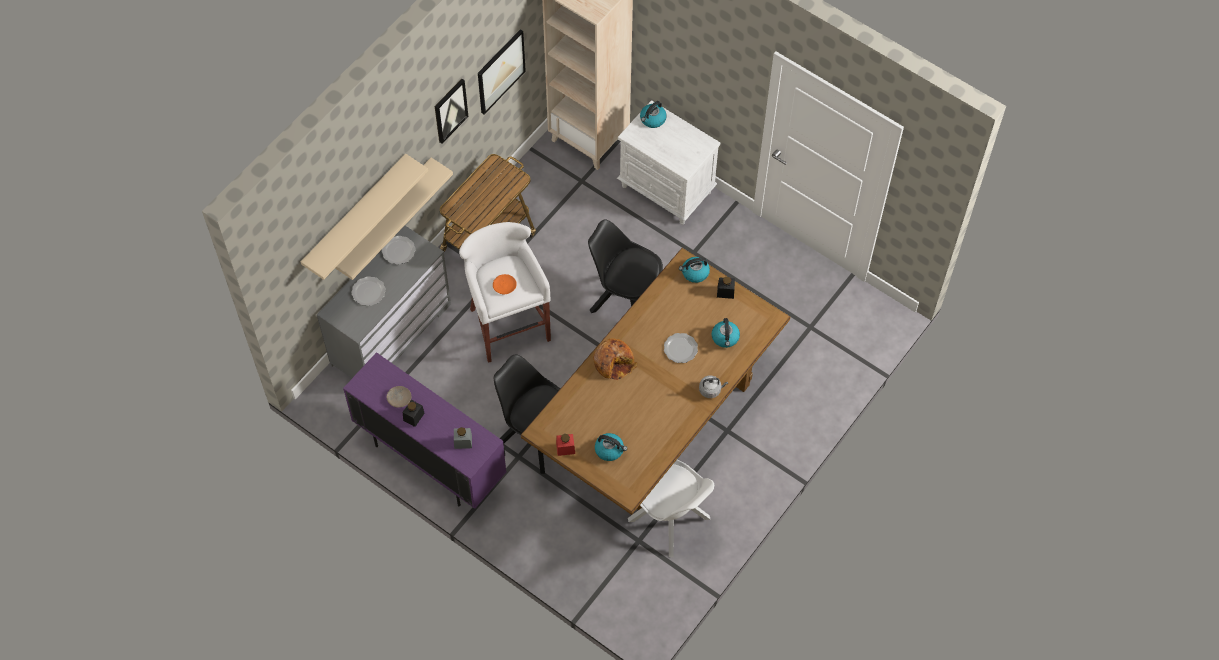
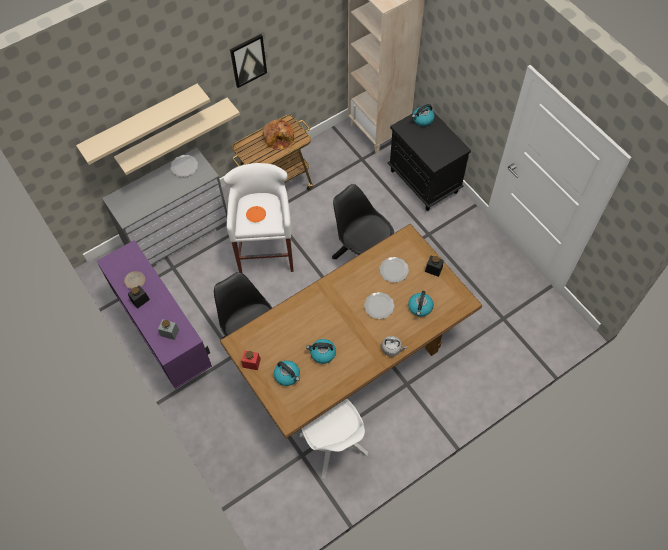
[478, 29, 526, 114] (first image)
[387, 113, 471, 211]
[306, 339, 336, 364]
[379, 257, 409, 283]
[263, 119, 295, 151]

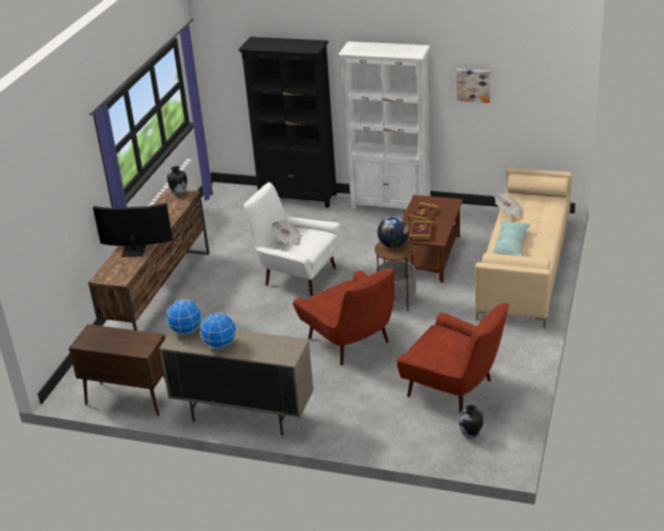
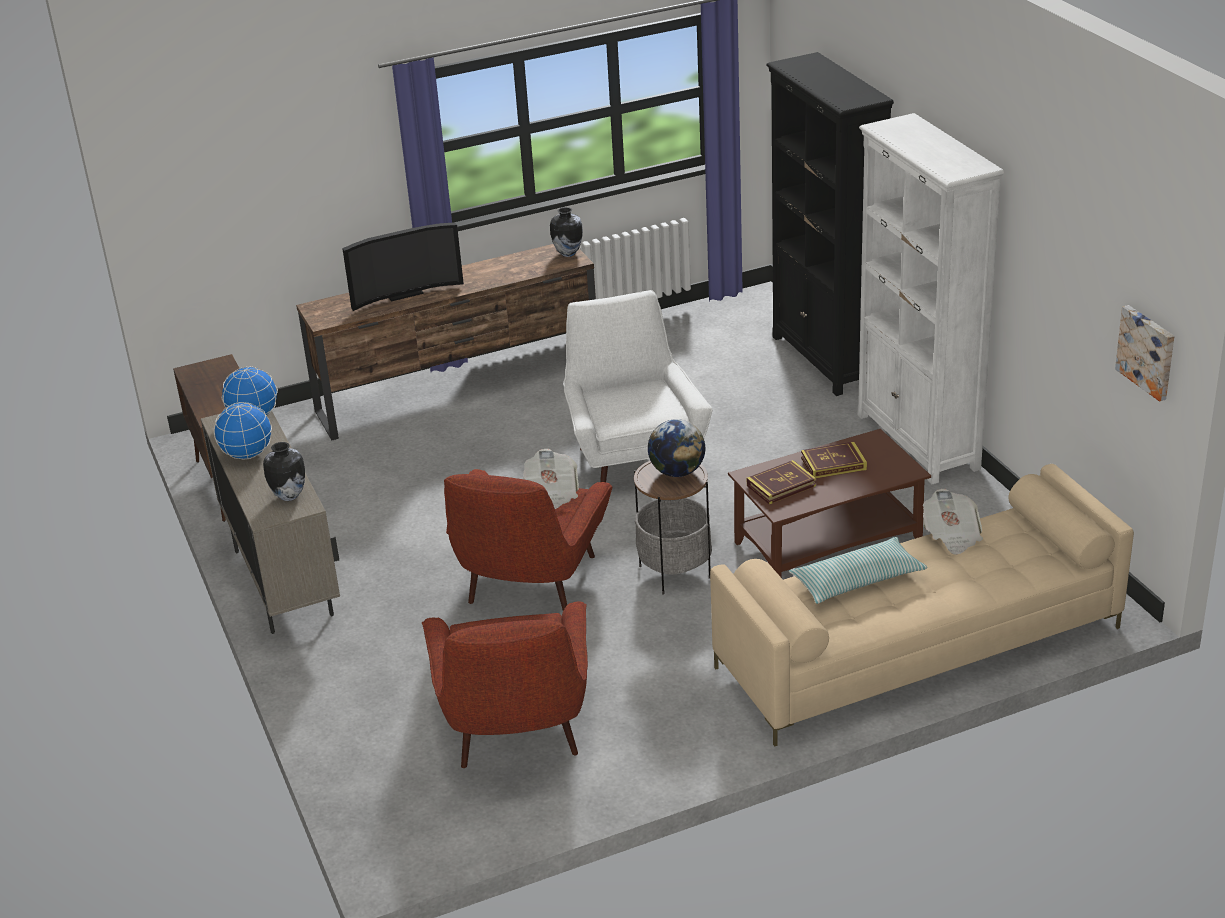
[1115, 305, 1174, 402]
[342, 222, 464, 311]
[523, 449, 579, 509]
[263, 442, 305, 501]

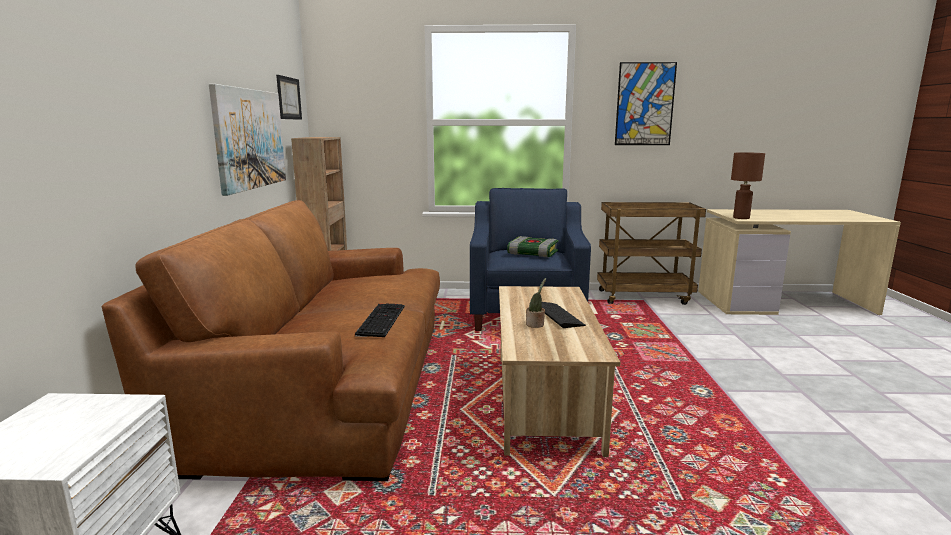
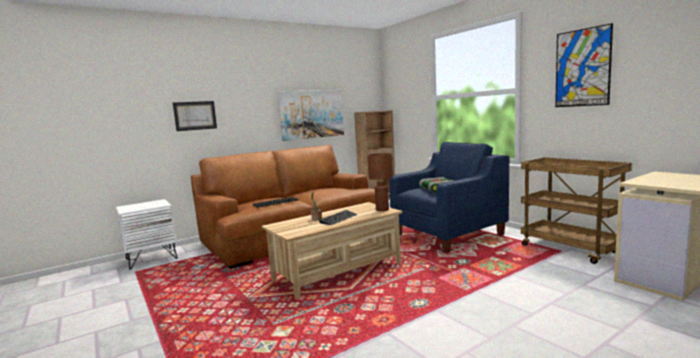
[173, 101, 217, 131]
[367, 153, 393, 211]

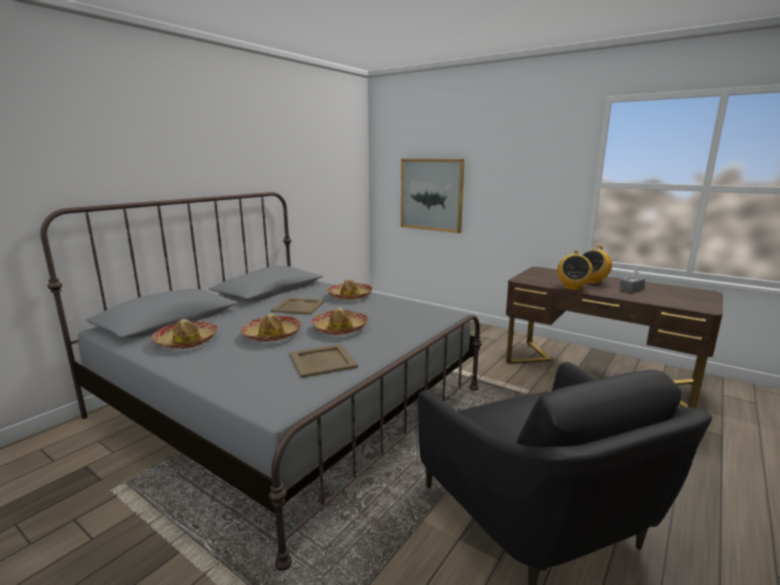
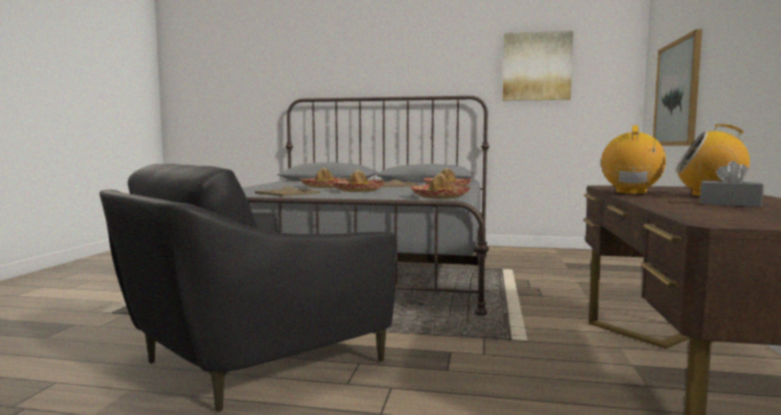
[601, 125, 666, 195]
[410, 174, 471, 199]
[502, 31, 573, 101]

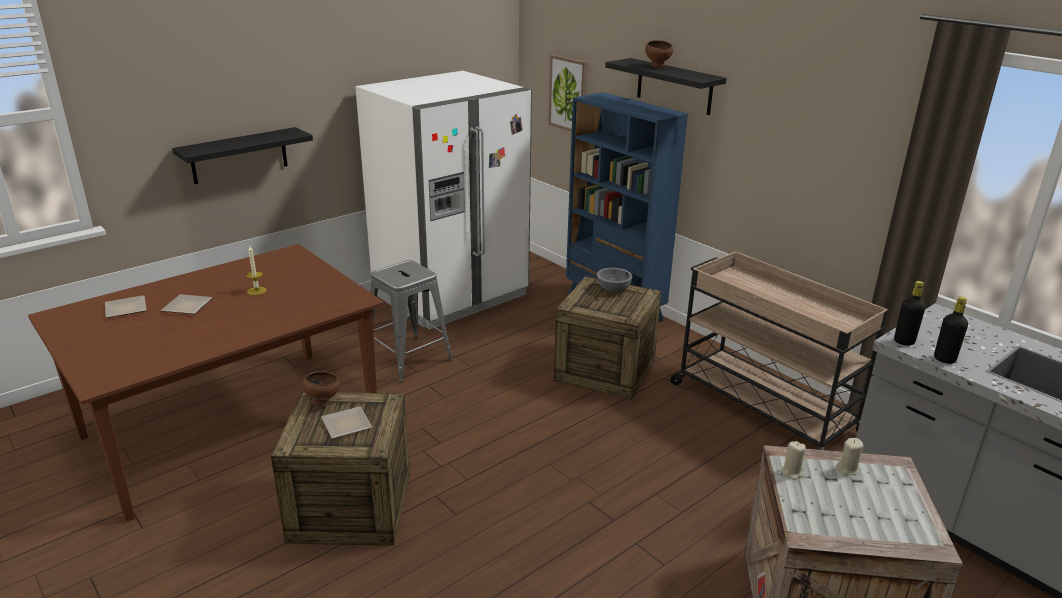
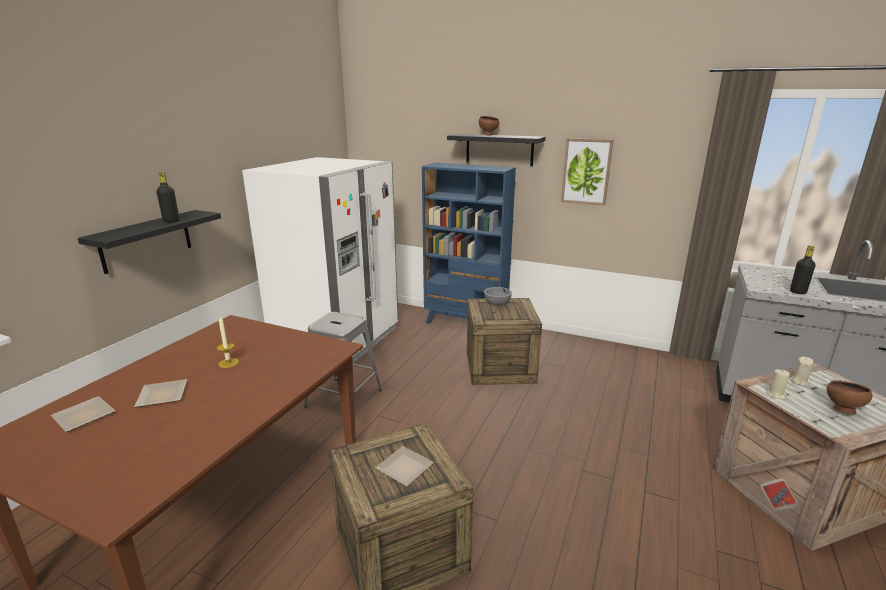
[561, 138, 613, 206]
[670, 251, 888, 450] (first image)
[156, 172, 179, 223]
[827, 380, 872, 415]

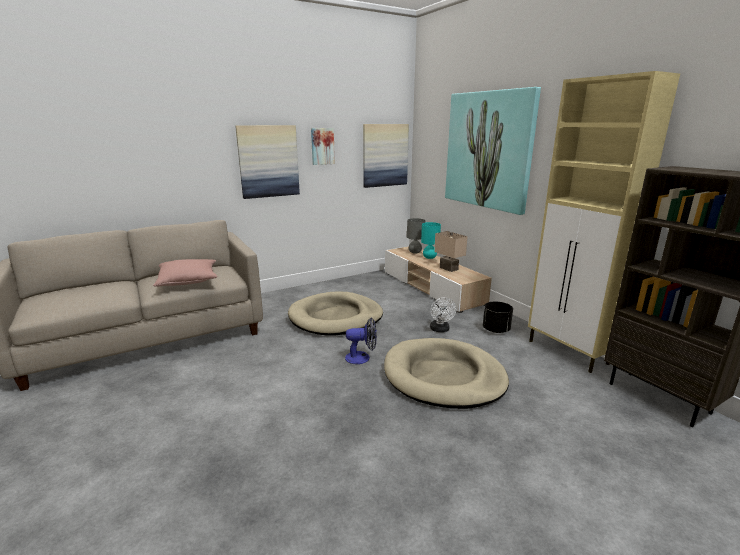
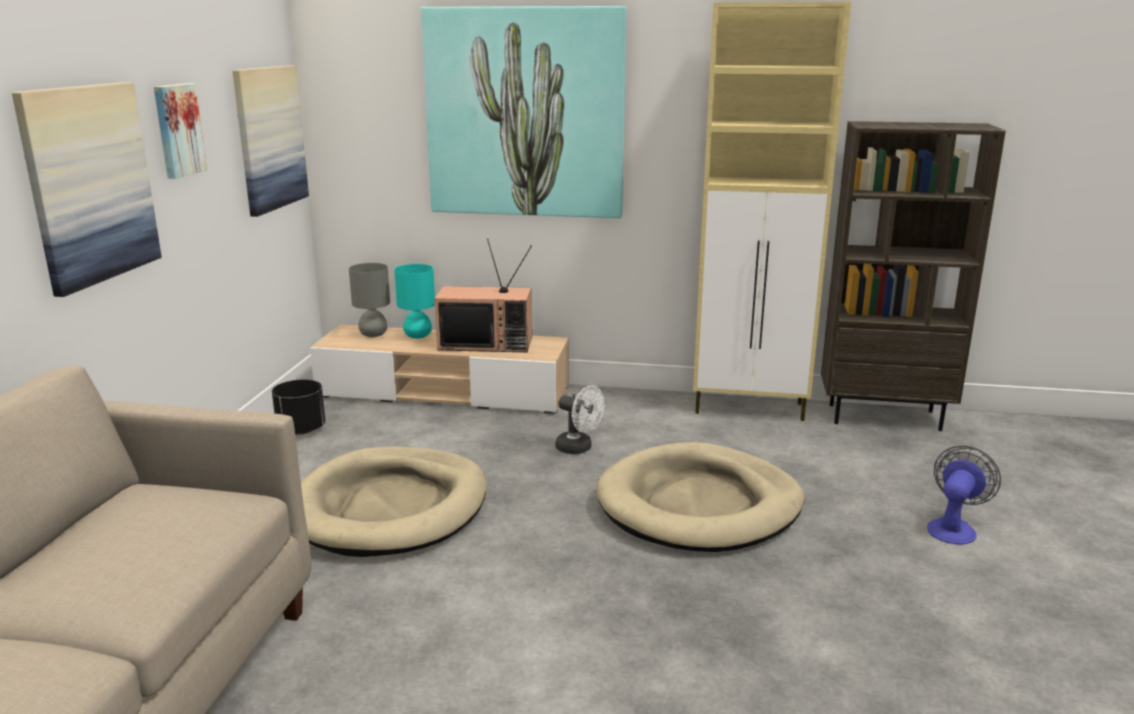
[434, 239, 532, 352]
[153, 259, 217, 287] (first image)
[272, 380, 325, 435]
[927, 446, 1001, 545]

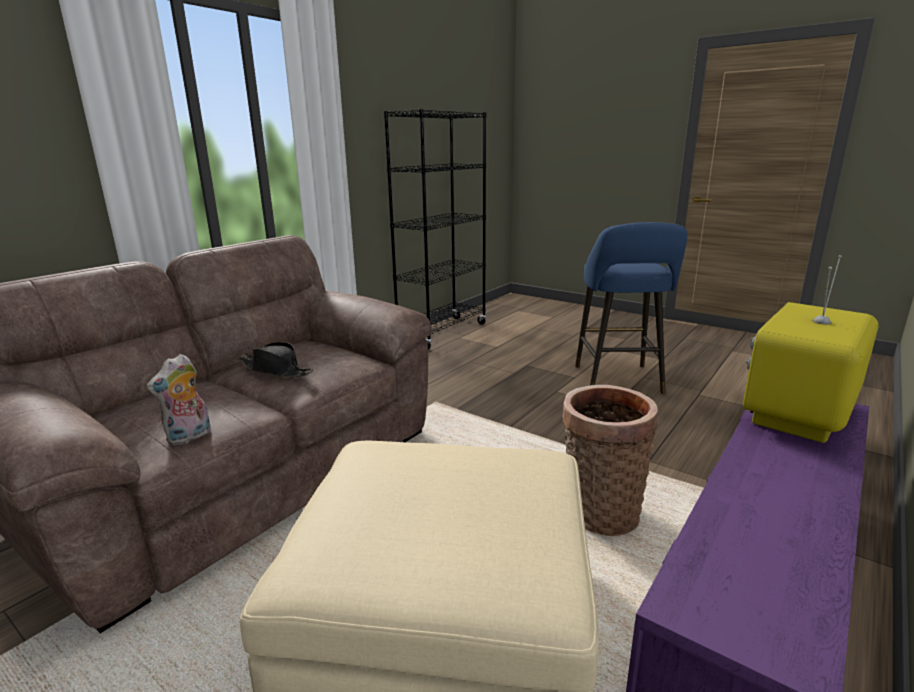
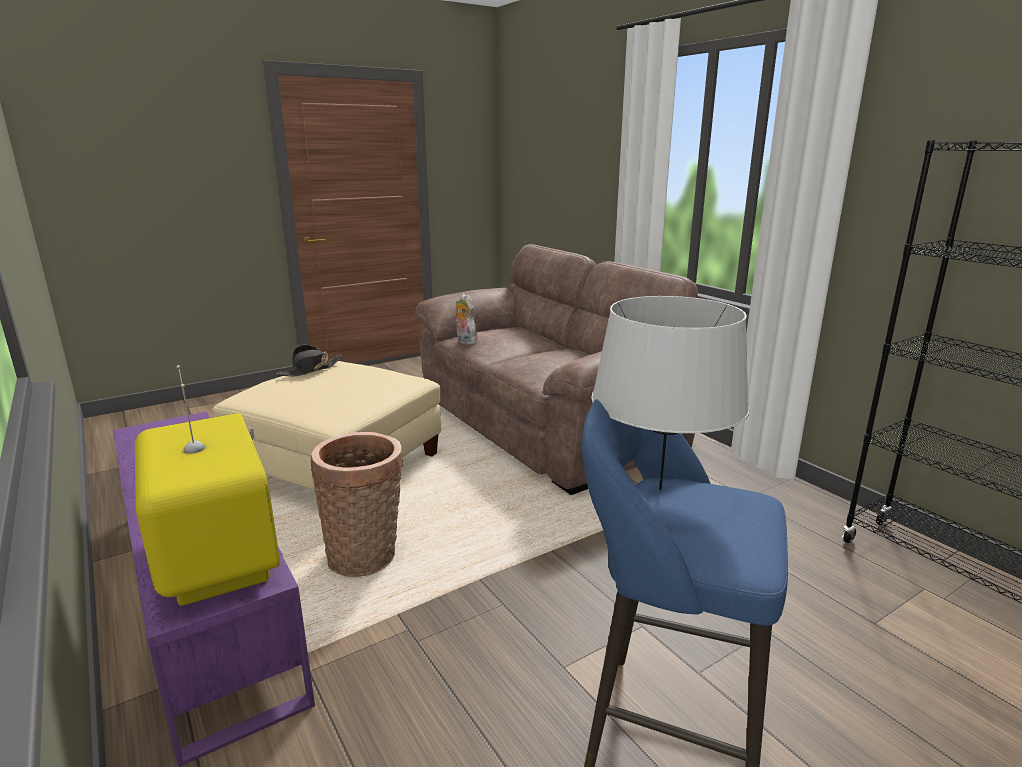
[276, 345, 342, 376]
[591, 296, 749, 491]

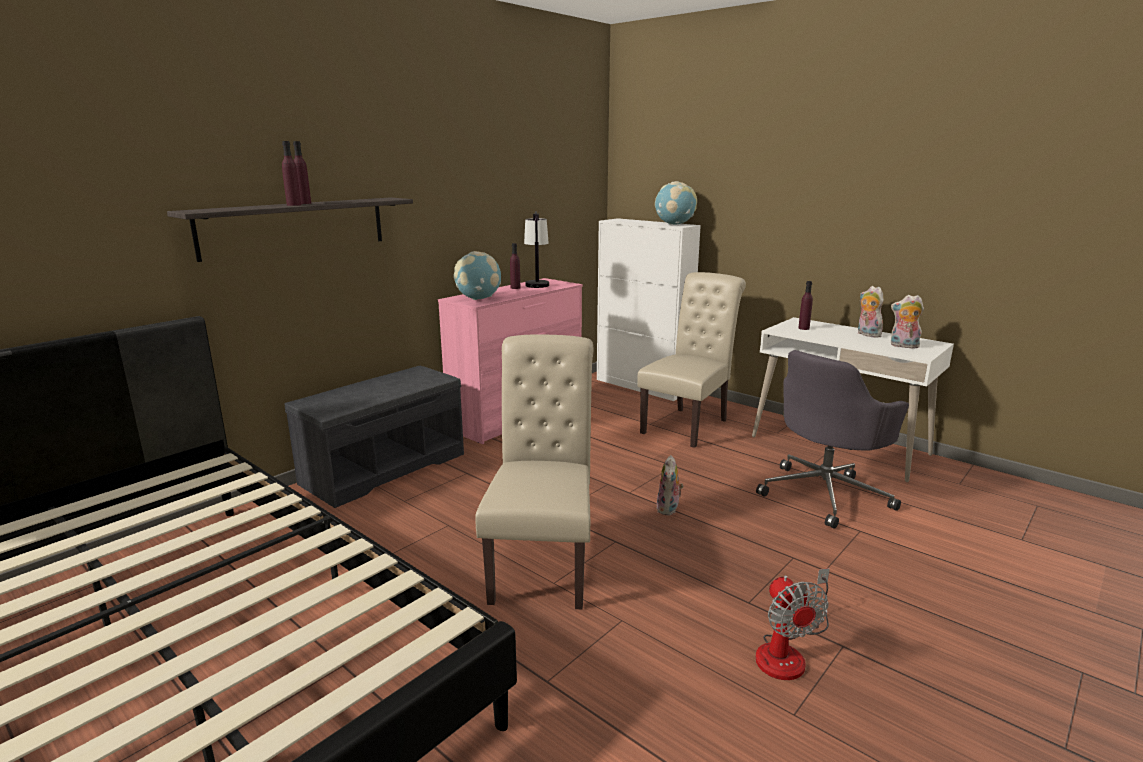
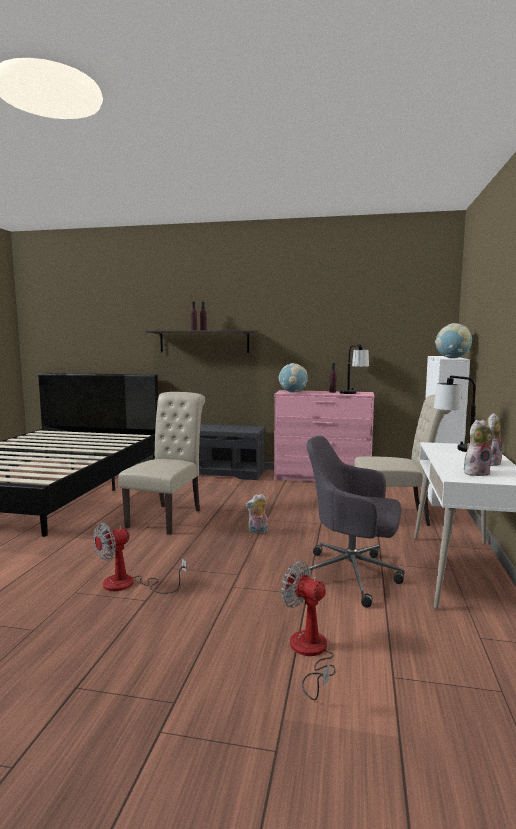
[434, 375, 476, 452]
[464, 420, 494, 476]
[118, 392, 205, 535]
[281, 561, 336, 700]

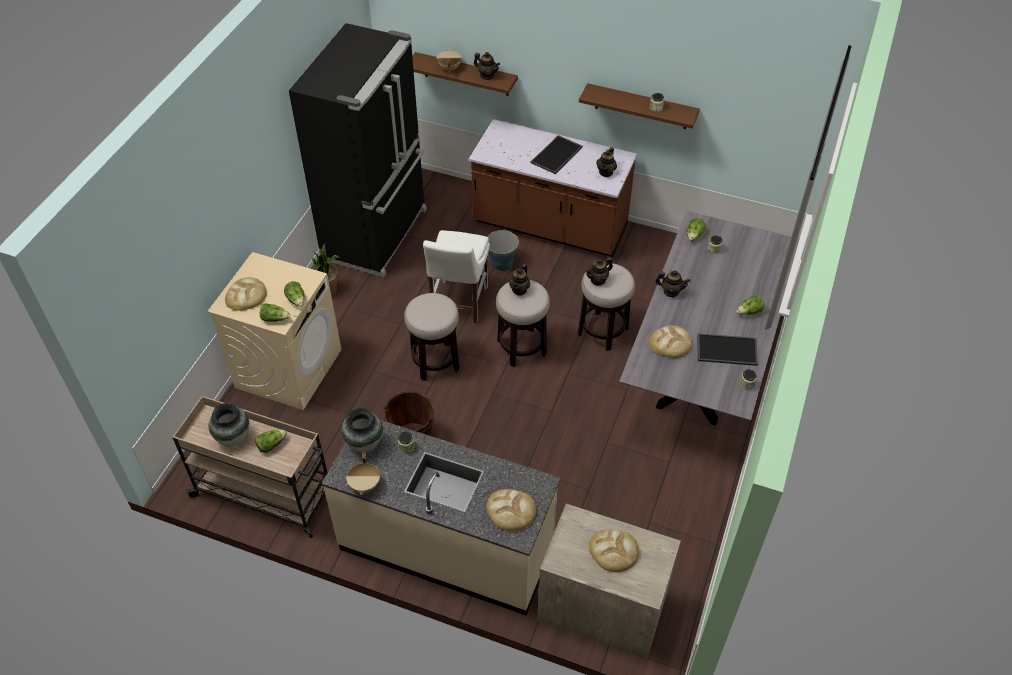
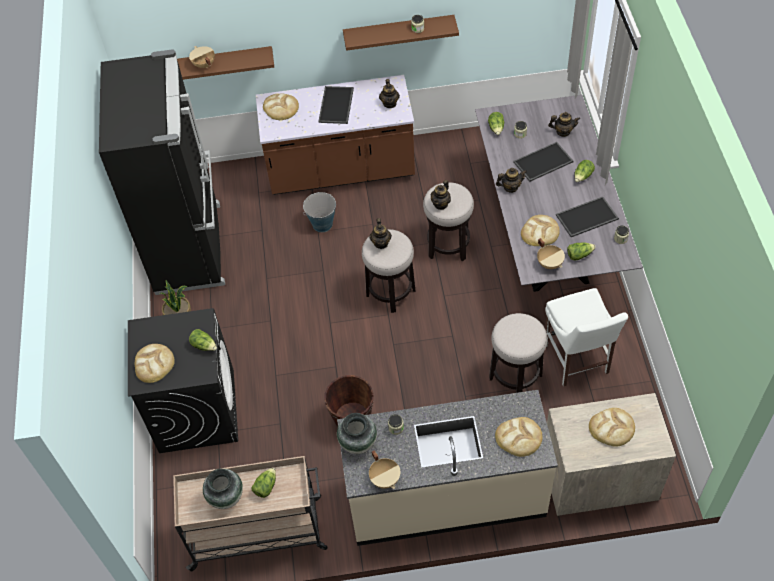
[548, 112, 580, 137]
[545, 288, 628, 387]
[128, 308, 238, 453]
[489, 313, 547, 393]
[567, 242, 596, 260]
[263, 94, 299, 120]
[513, 142, 574, 182]
[537, 238, 565, 269]

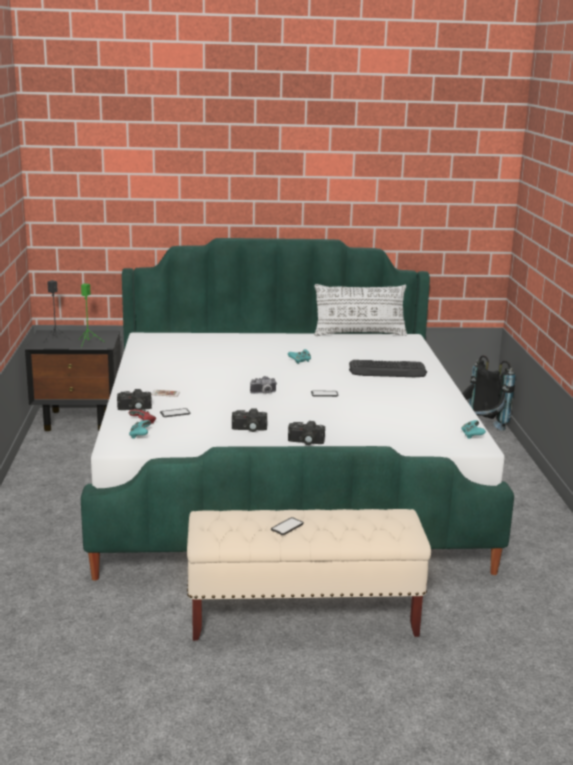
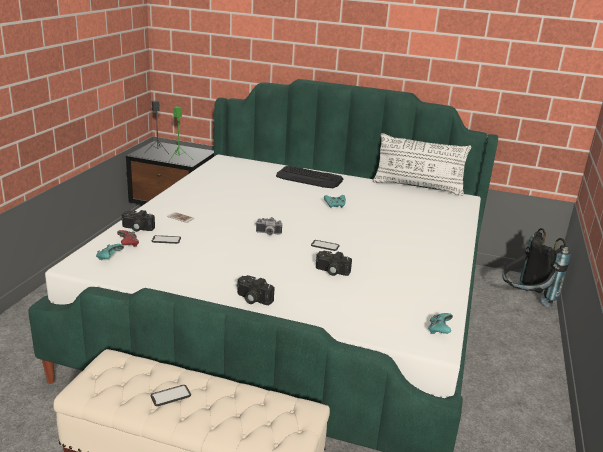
[276, 166, 343, 188]
[316, 251, 352, 276]

